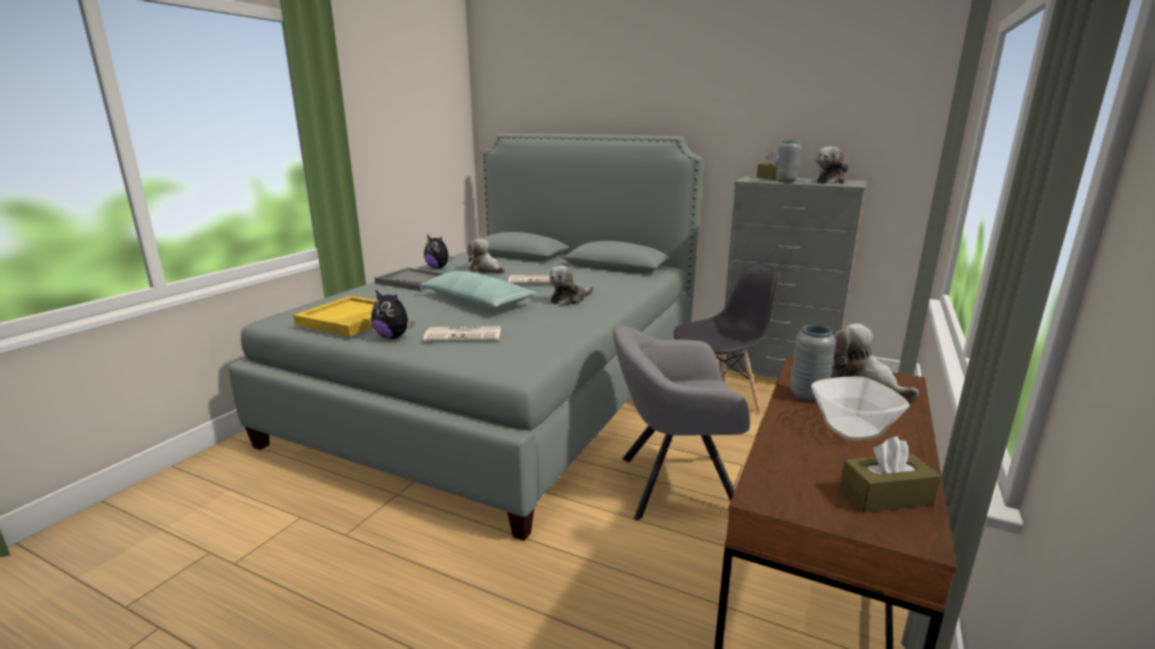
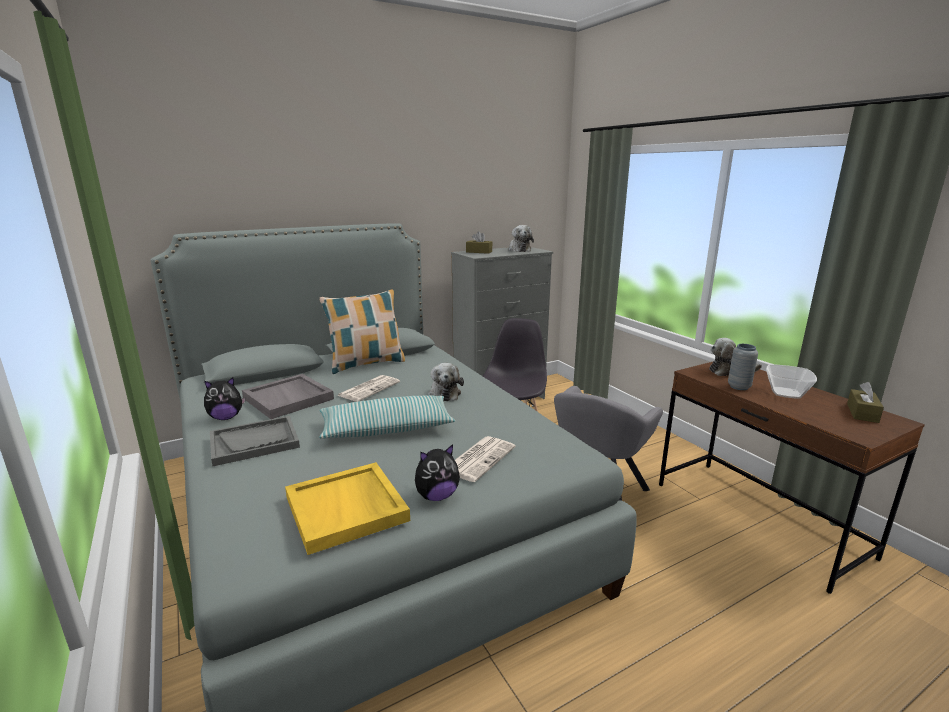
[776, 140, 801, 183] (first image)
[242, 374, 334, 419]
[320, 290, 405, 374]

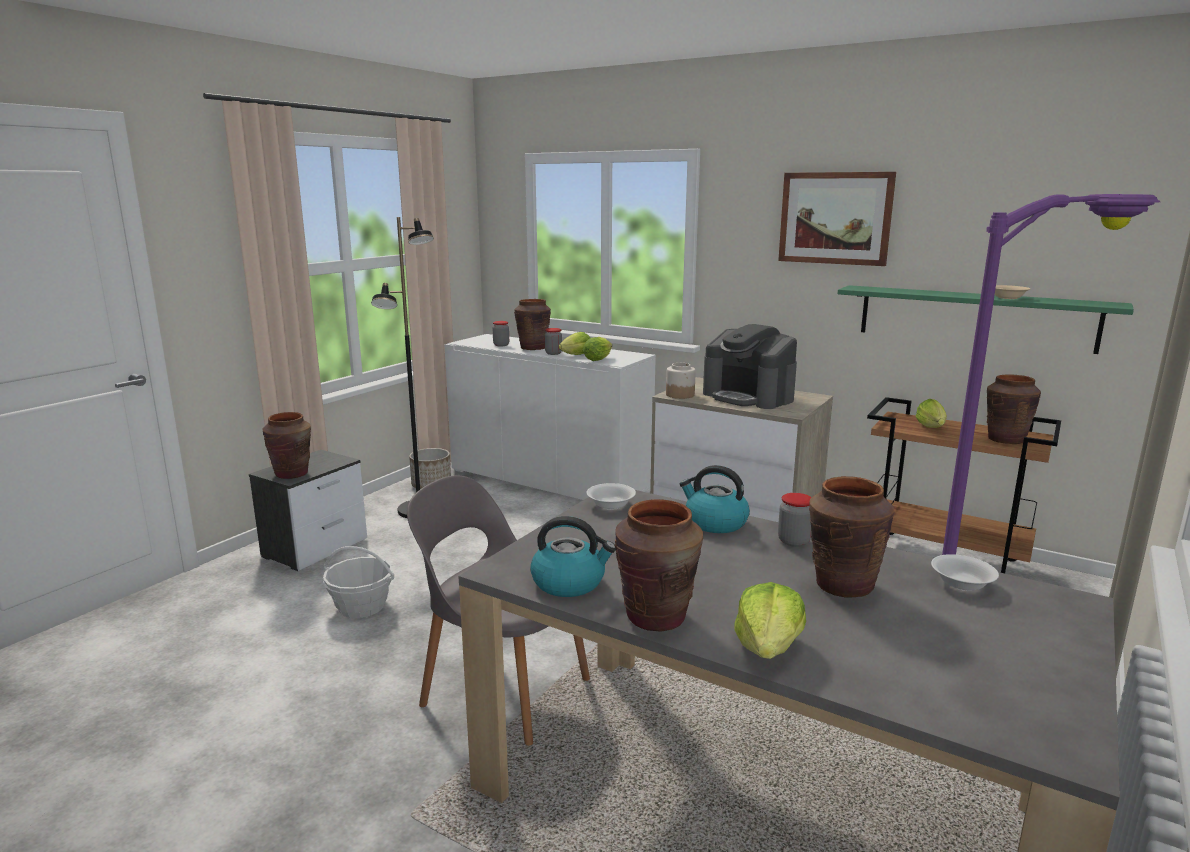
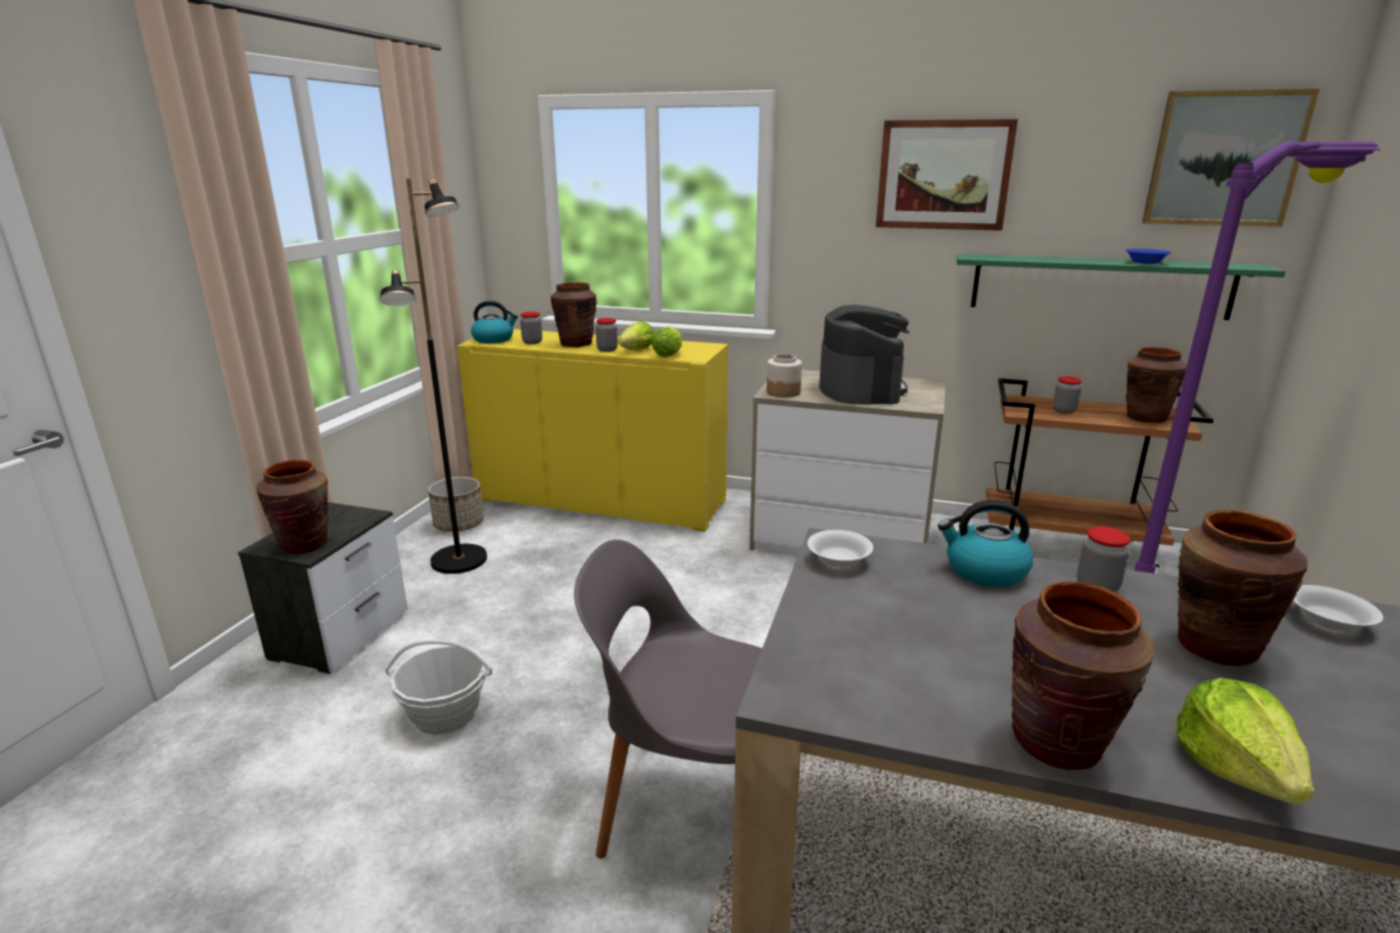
[1125, 249, 1172, 264]
[819, 305, 909, 404]
[457, 329, 728, 532]
[1053, 376, 1082, 414]
[471, 301, 518, 343]
[1142, 89, 1320, 227]

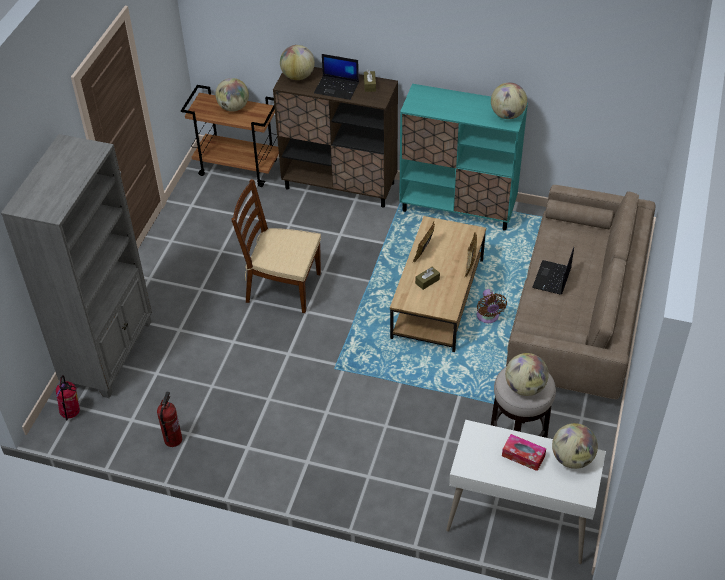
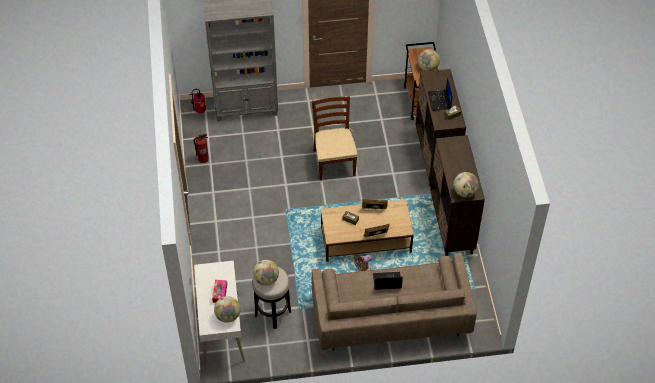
[280, 45, 315, 80] (first image)
[430, 135, 485, 256]

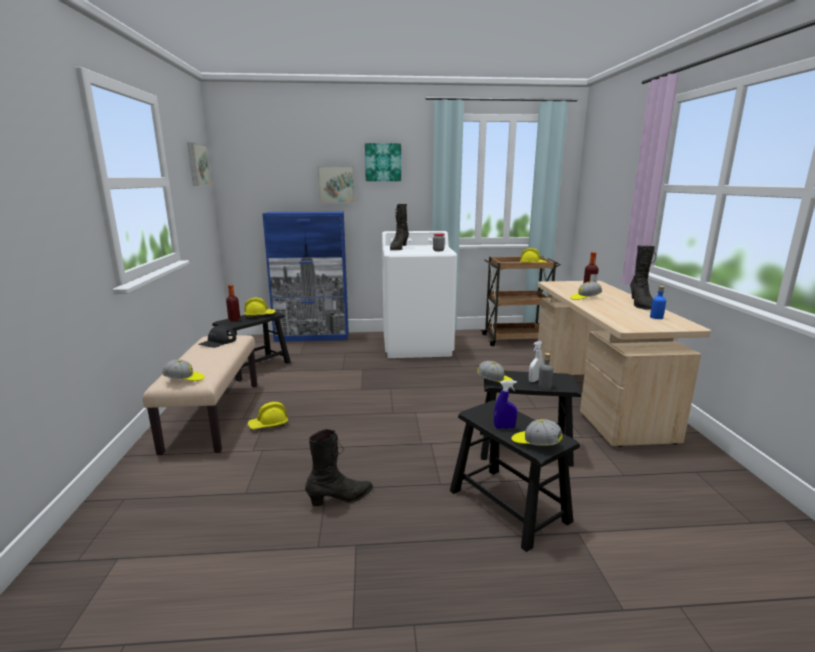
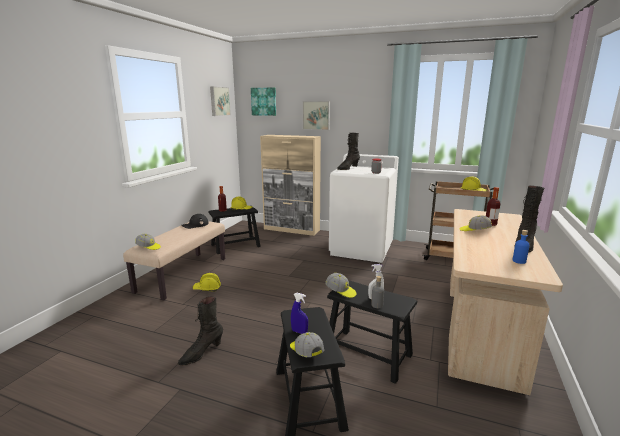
[251, 88, 276, 116]
[260, 135, 321, 236]
[178, 296, 223, 365]

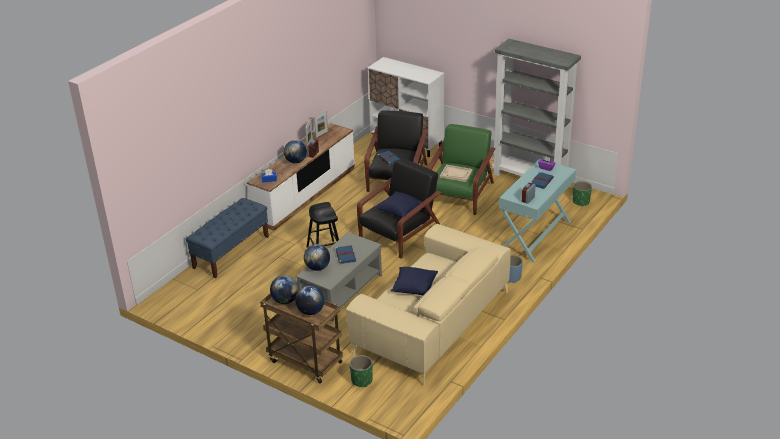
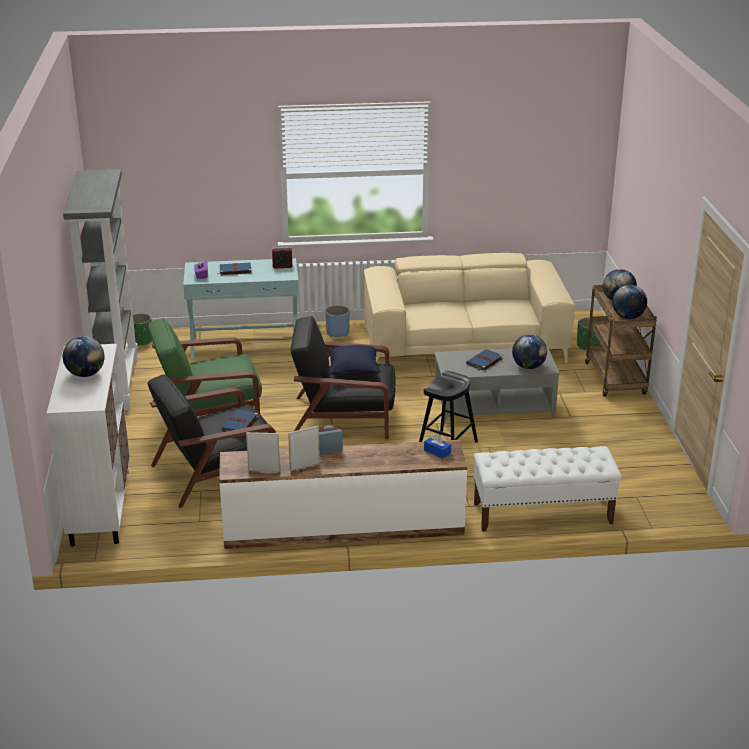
[63, 336, 104, 377]
[440, 165, 472, 182] (first image)
[474, 446, 621, 532]
[391, 267, 438, 295] (first image)

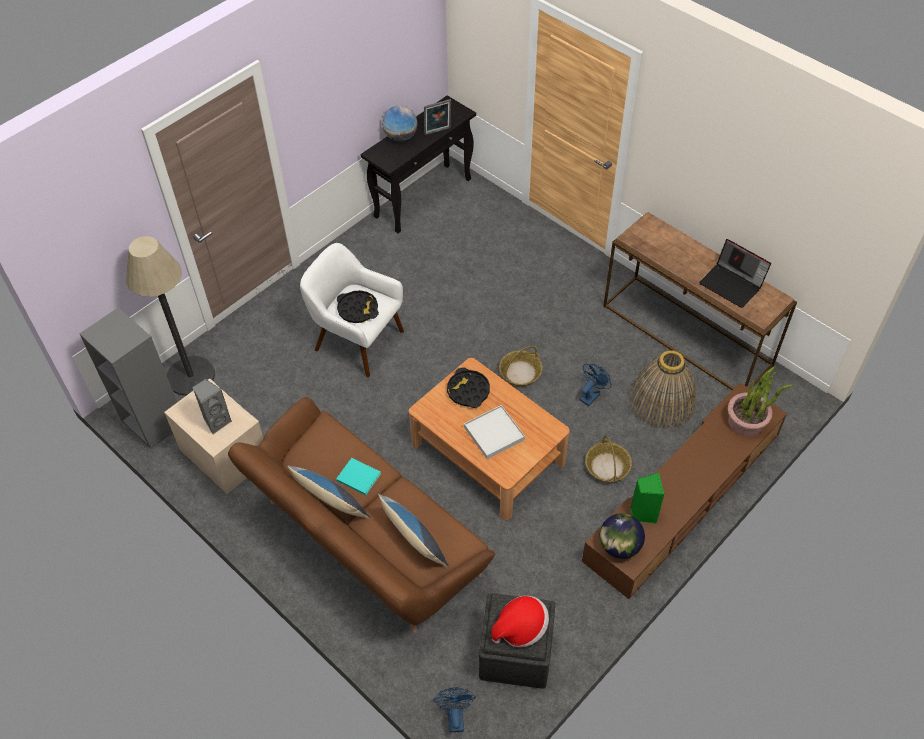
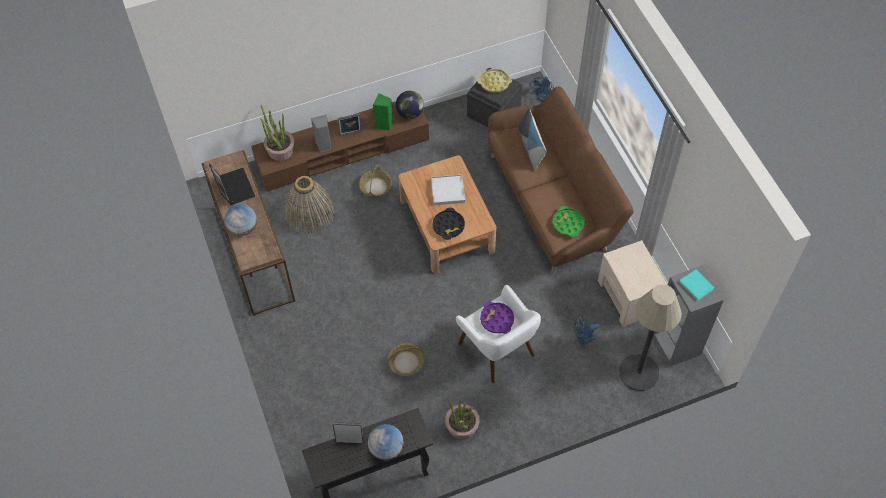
[480, 301, 514, 334]
[388, 343, 424, 376]
[574, 317, 600, 345]
[311, 114, 331, 152]
[679, 269, 715, 301]
[287, 465, 370, 519] (first image)
[477, 69, 512, 93]
[337, 113, 362, 136]
[225, 204, 257, 236]
[553, 206, 585, 237]
[445, 397, 480, 440]

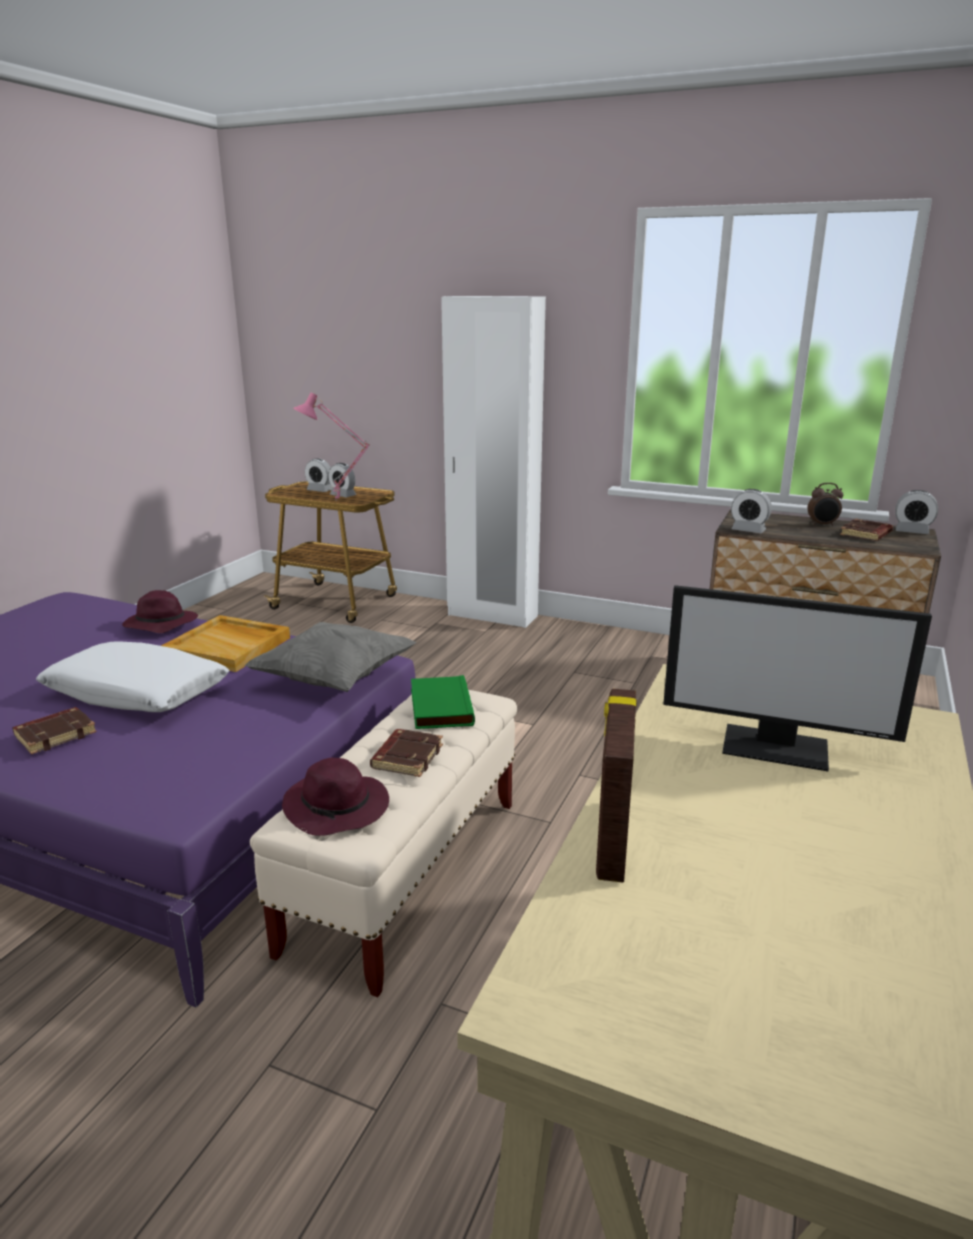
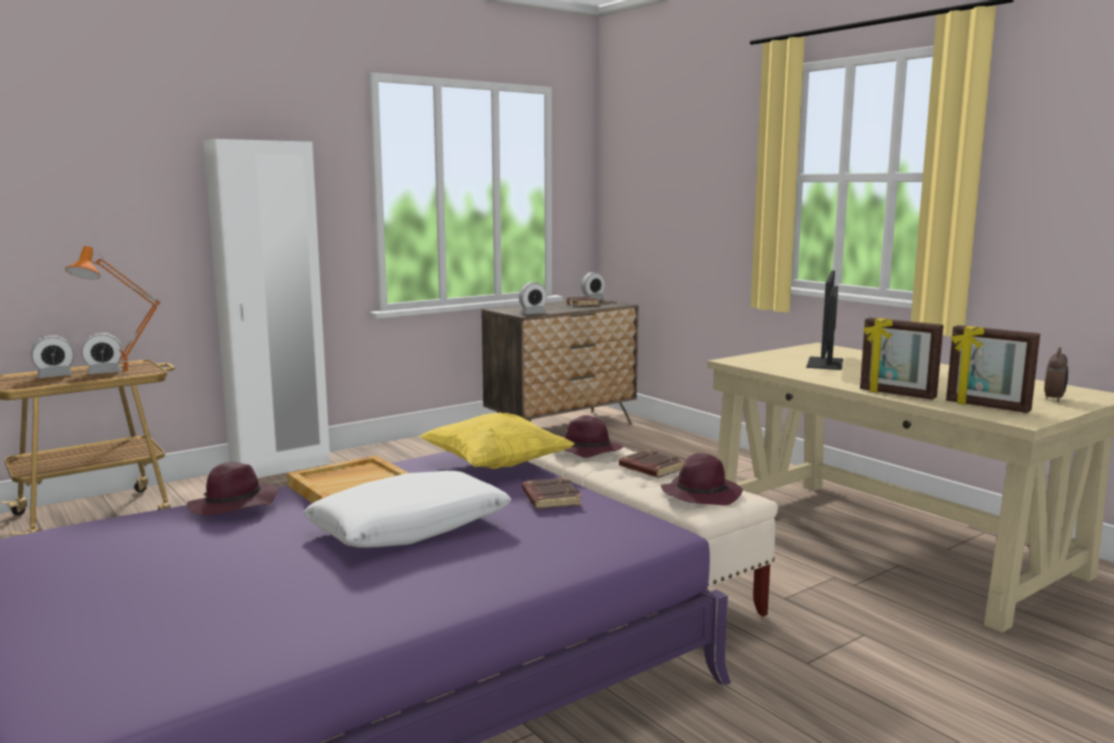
[65, 246, 161, 376]
[1044, 347, 1068, 402]
[806, 271, 843, 370]
[420, 413, 574, 469]
[565, 415, 623, 458]
[522, 477, 582, 509]
[946, 325, 1040, 413]

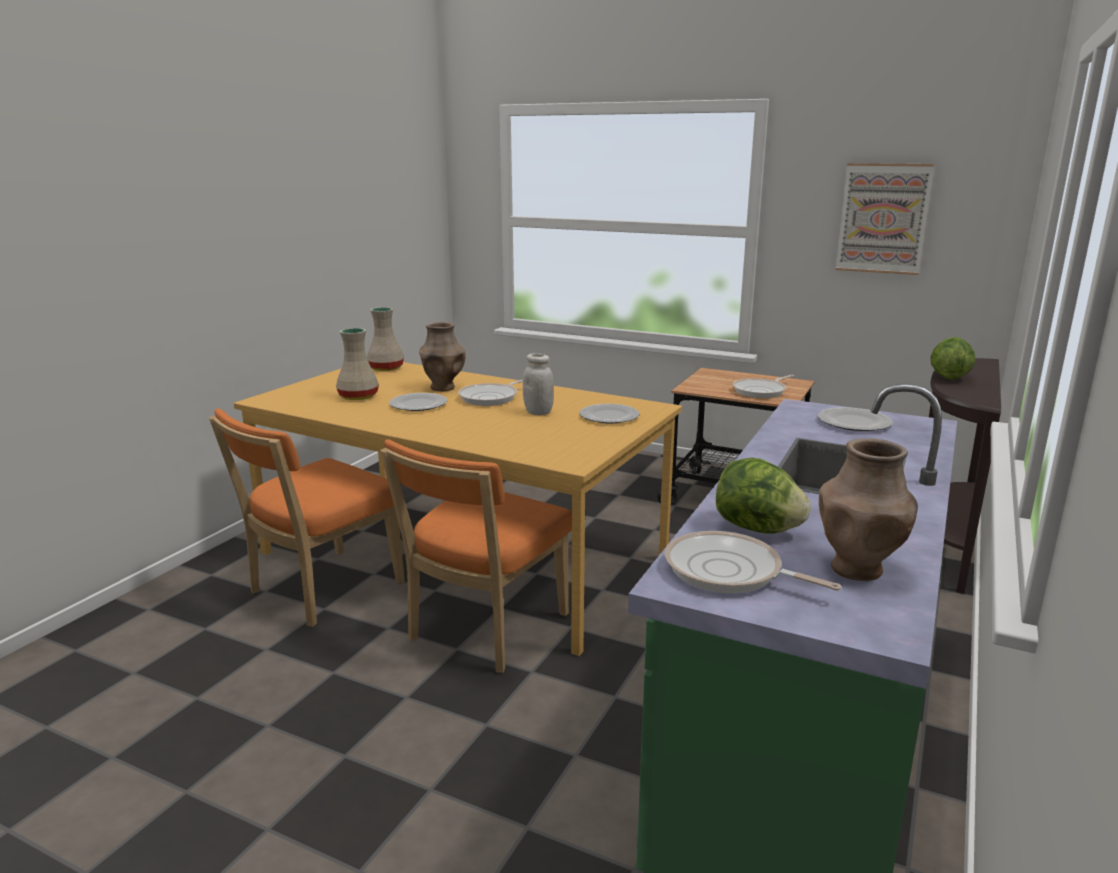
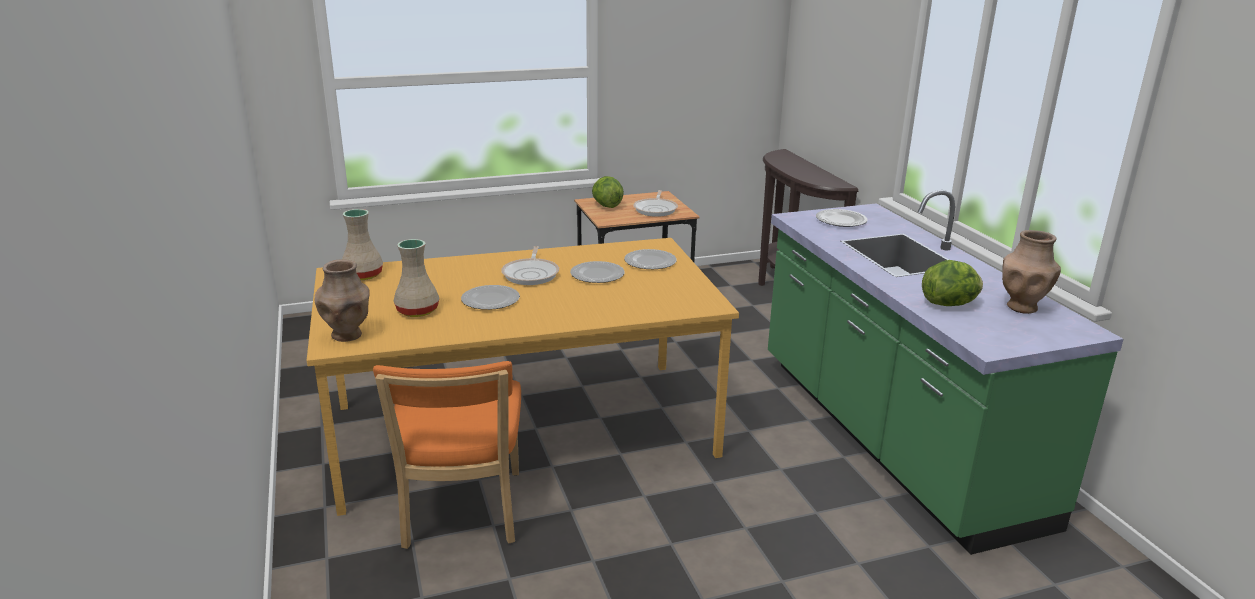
[835, 163, 935, 275] (first image)
[315, 259, 370, 342]
[592, 176, 624, 208]
[570, 261, 625, 283]
[380, 439, 572, 673] (first image)
[665, 531, 842, 593] (first image)

